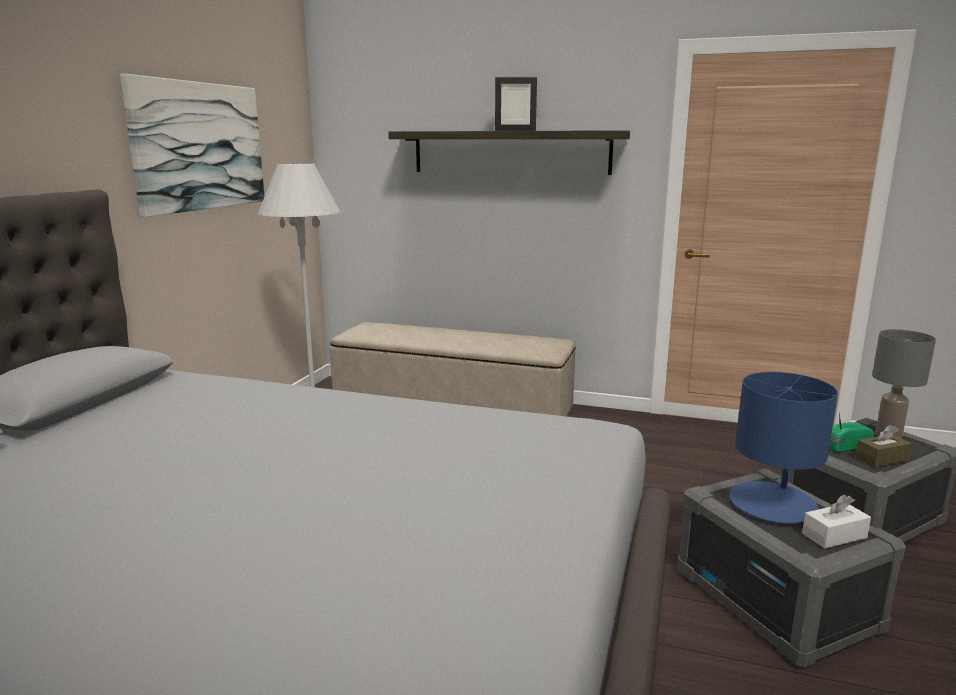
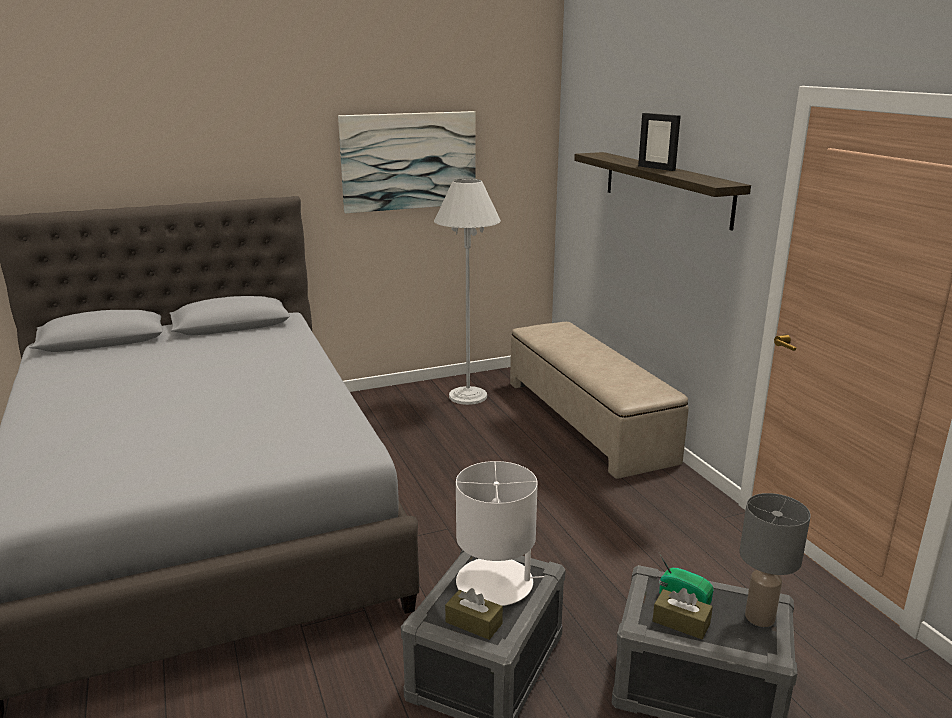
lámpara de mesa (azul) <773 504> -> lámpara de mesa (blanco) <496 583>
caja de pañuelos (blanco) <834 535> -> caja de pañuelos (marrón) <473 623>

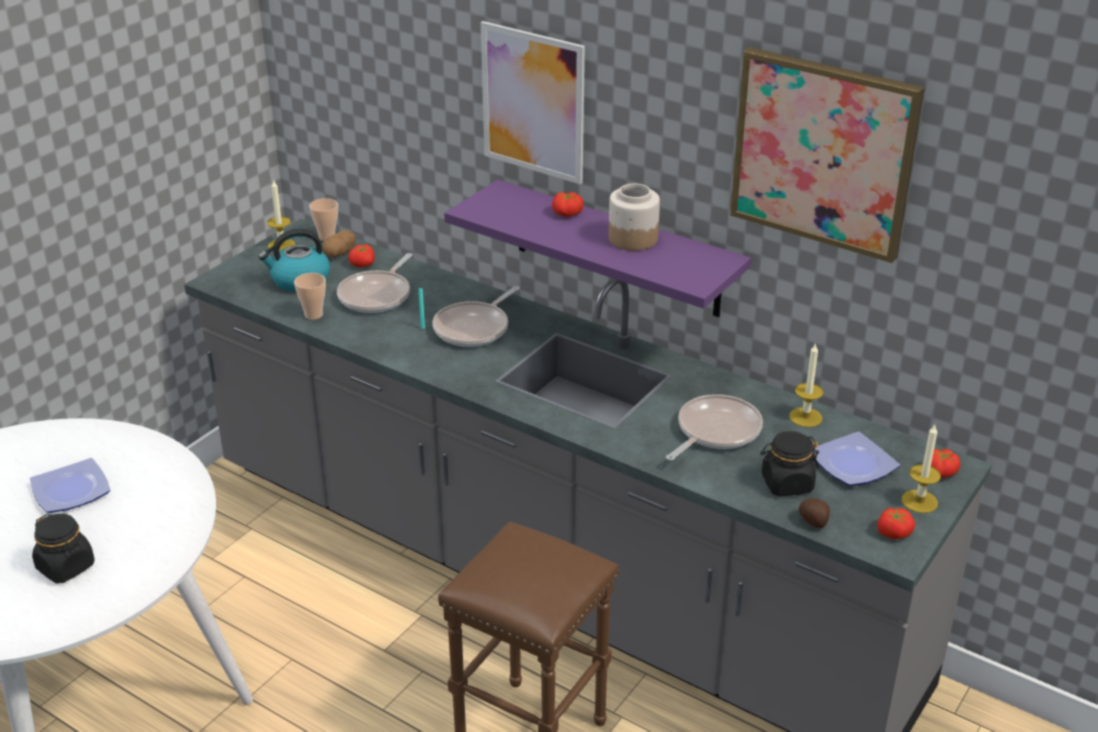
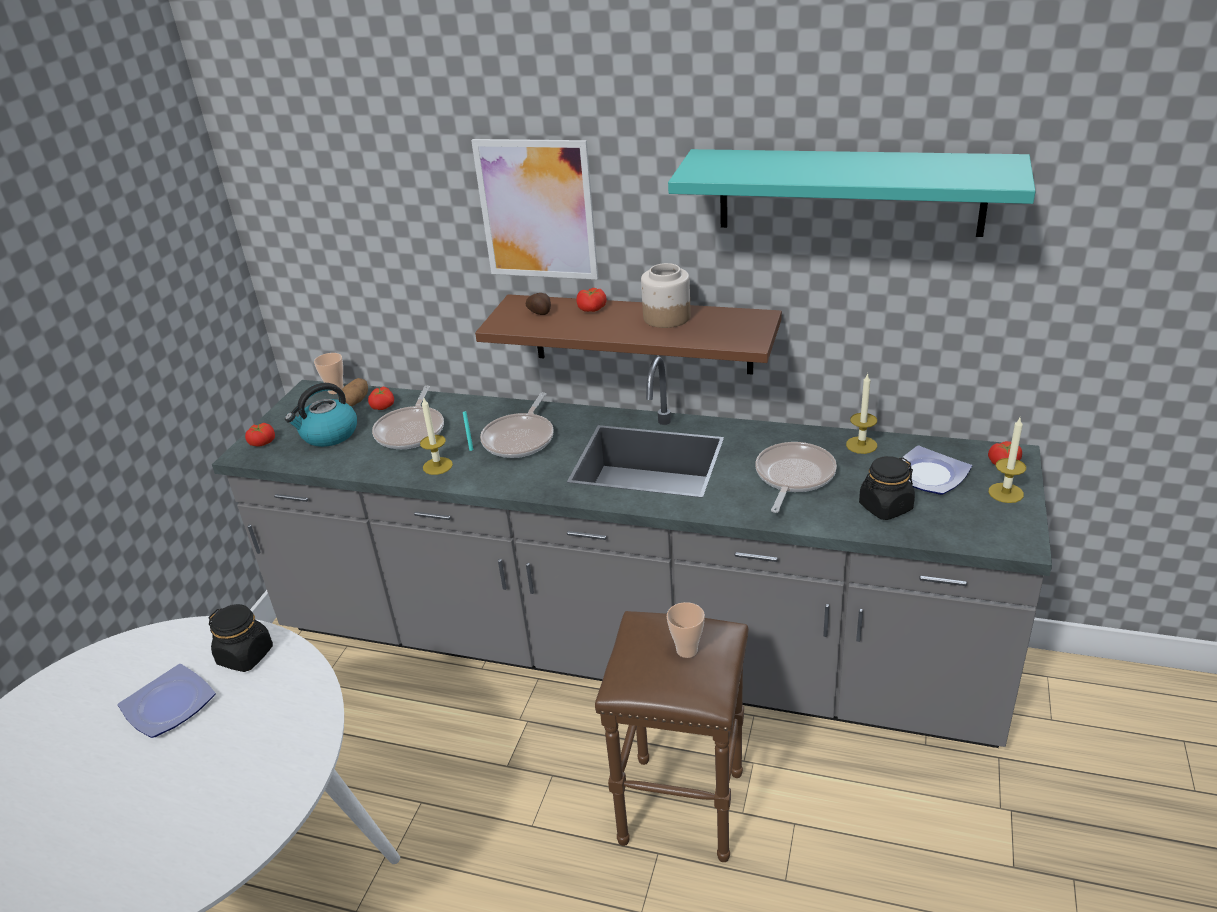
tarro (negro) <66 567> -> tarro (negro) <246 655>, moved
vela <281 245> -> vela <437 466>, moved
taza <313 315> -> taza <687 650>, moved
patata <814 522> -> patata <540 313>, moved
tomate <893 532> -> tomate <262 442>, moved
cuadro <823 153> -> estante (turquesa) <849 192>
estante (morado) <617 249> -> estante (marrón) <641 333>

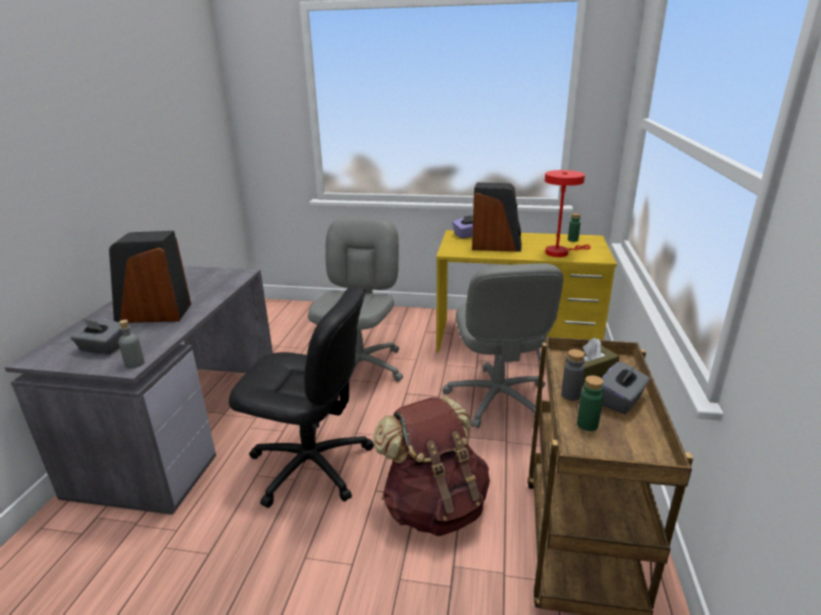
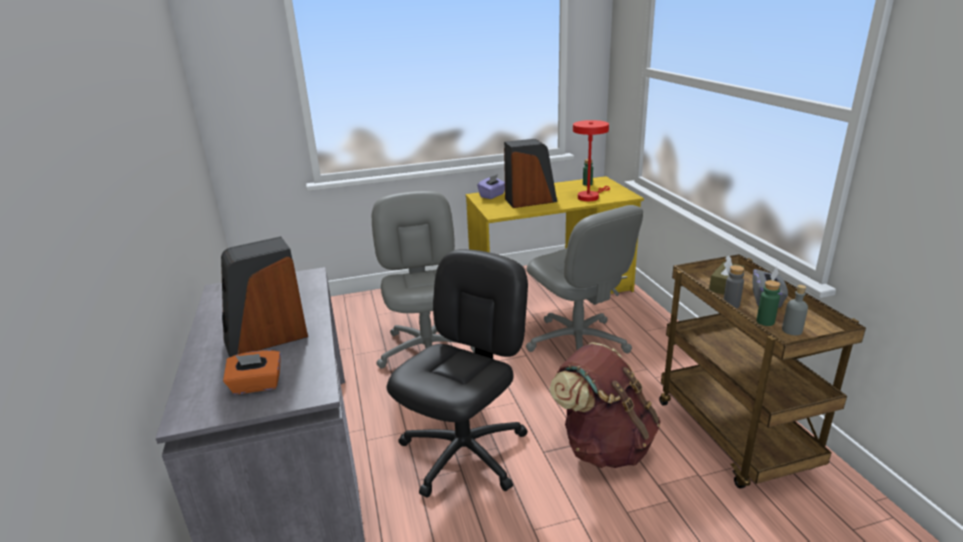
botella (gris) <135 364> -> botella (gris) <792 330>, moved
caja de pañuelos (gris) <102 348> -> caja de pañuelos (naranja) <257 385>
silla de oficina (negro) <311 465> -> silla de oficina (negro) <464 452>, 45 degrees counterclockwise

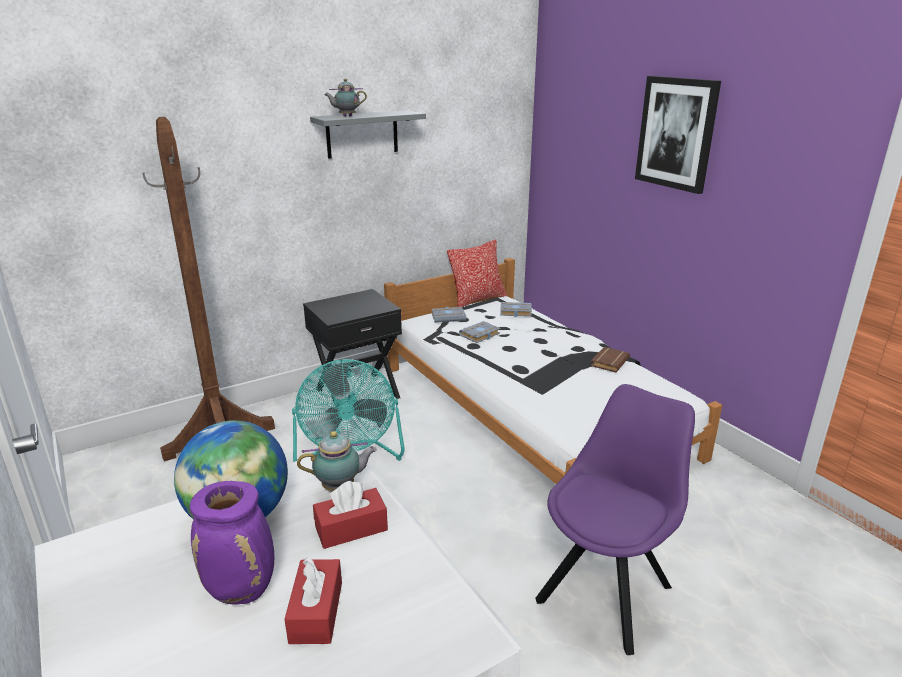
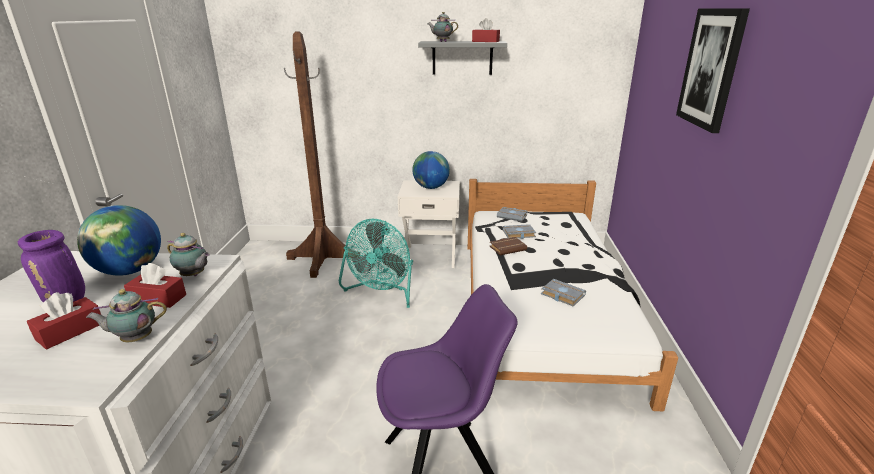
cojín <477 299> -> none
none -> tetera <135 339>
none -> globo terráqueo <431 187>
none -> caja de pañuelos (rojo) <485 41>
libro (gris) <515 312> -> libro (gris) <561 295>, moved
libro (marrón) <609 362> -> libro (marrón) <508 248>, moved
mesita de noche (negro) <357 393> -> mesita de noche (blanco) <430 255>

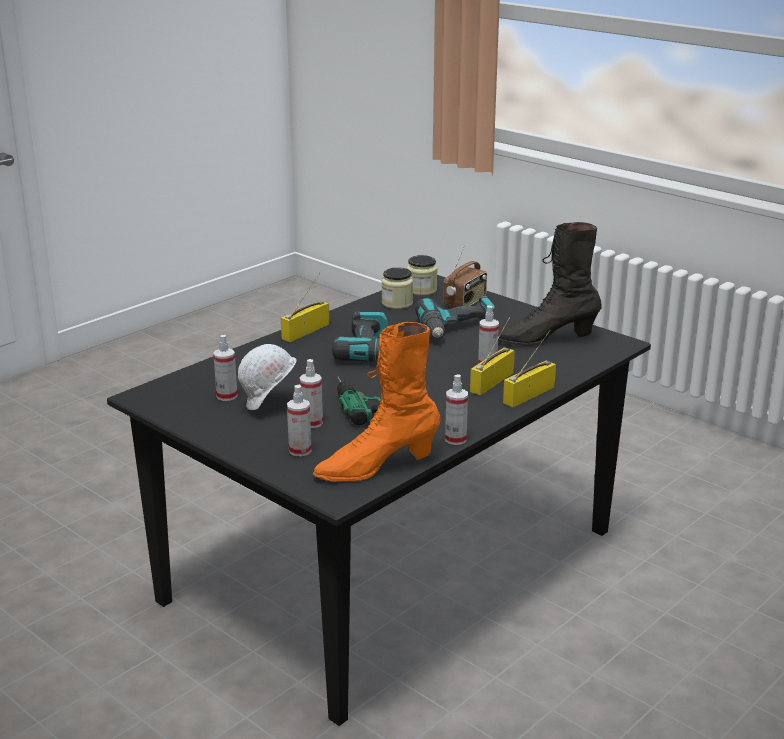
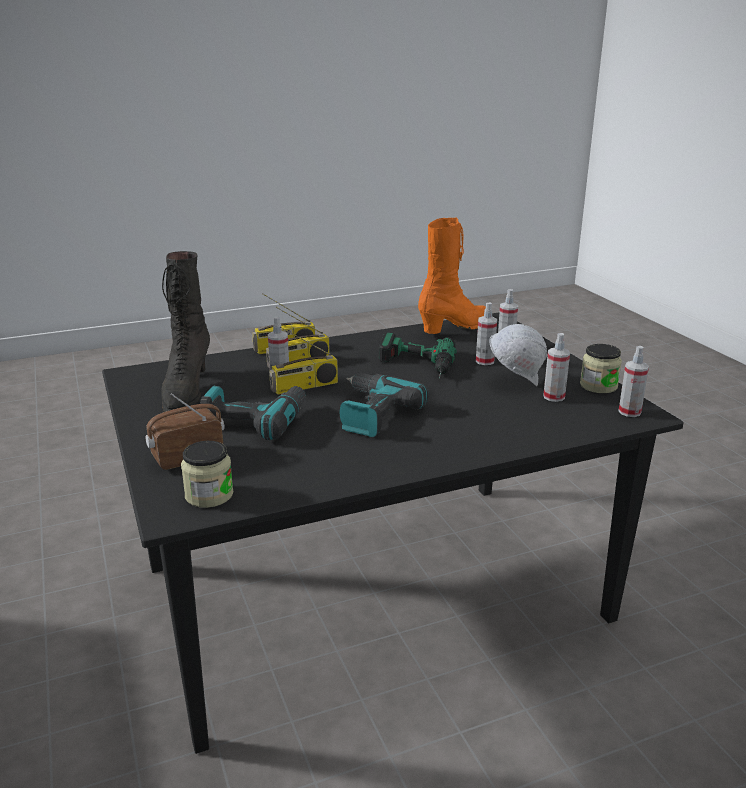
radio <306 331> -> radio <304 387>, moved
tarro <397 303> -> tarro <598 386>, moved
pulverizador <455 439> -> pulverizador <629 412>, moved
bota (naranja) <376 467> -> bota (naranja) <456 328>, 45 degrees counterclockwise
bota (negro) <545 339> -> bota (negro) <186 391>, 75 degrees clockwise

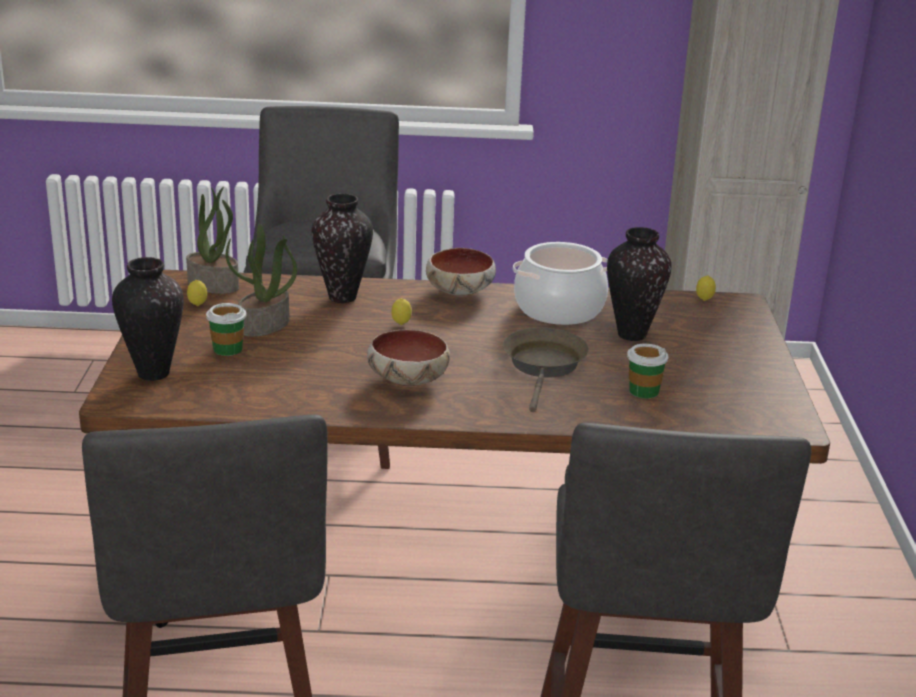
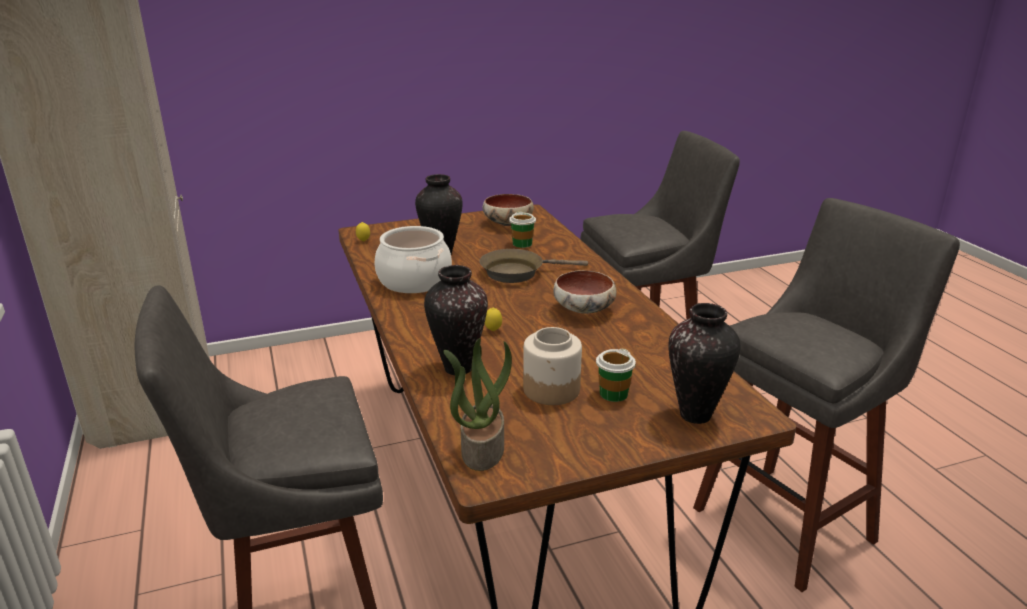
limón <197 306> -> none
cuenco <459 291> -> cuenco <507 223>, moved
planta en maceta <264 326> -> tarro <552 389>

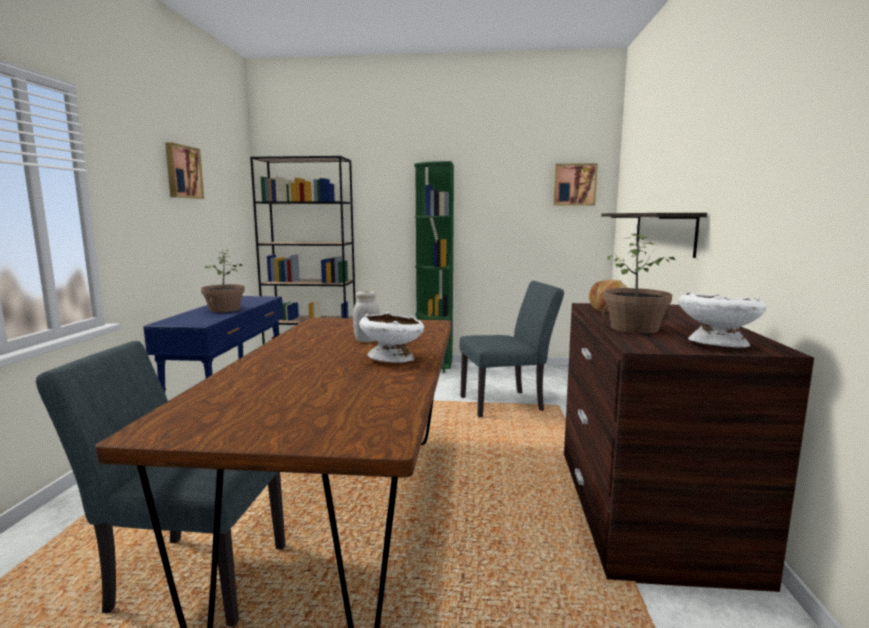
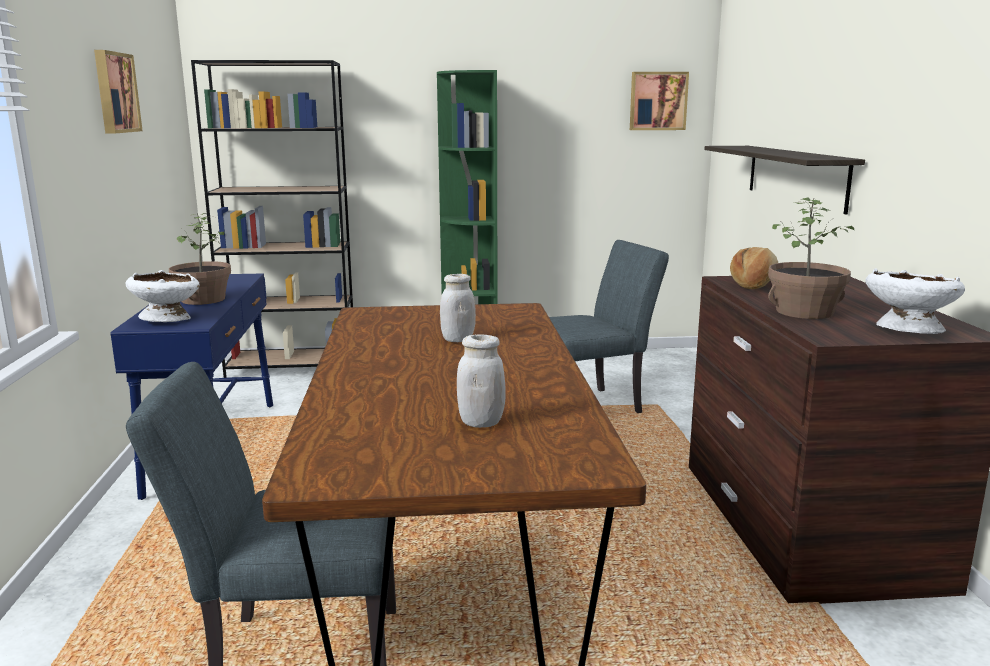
none -> tarro (blanco) <481 422>
cuenco (blanco) <392 359> -> cuenco (blanco) <167 319>, moved

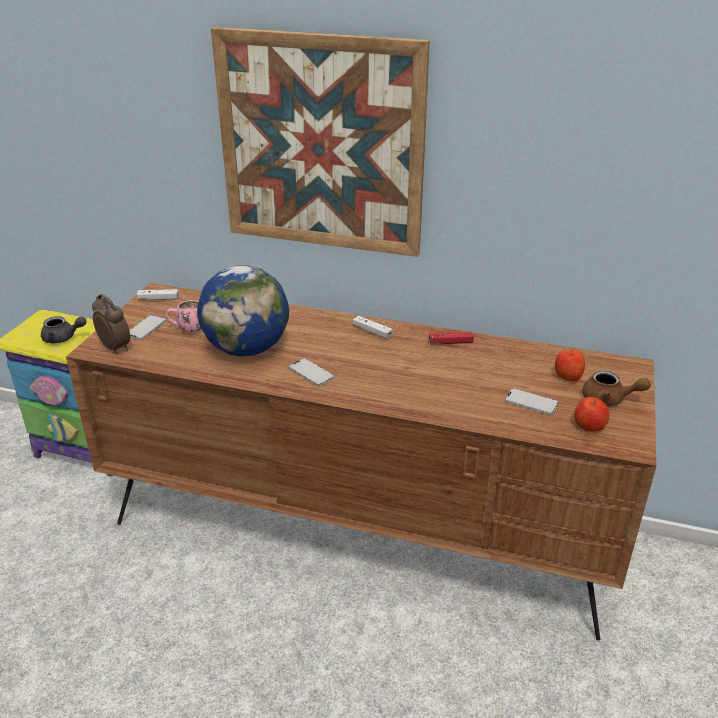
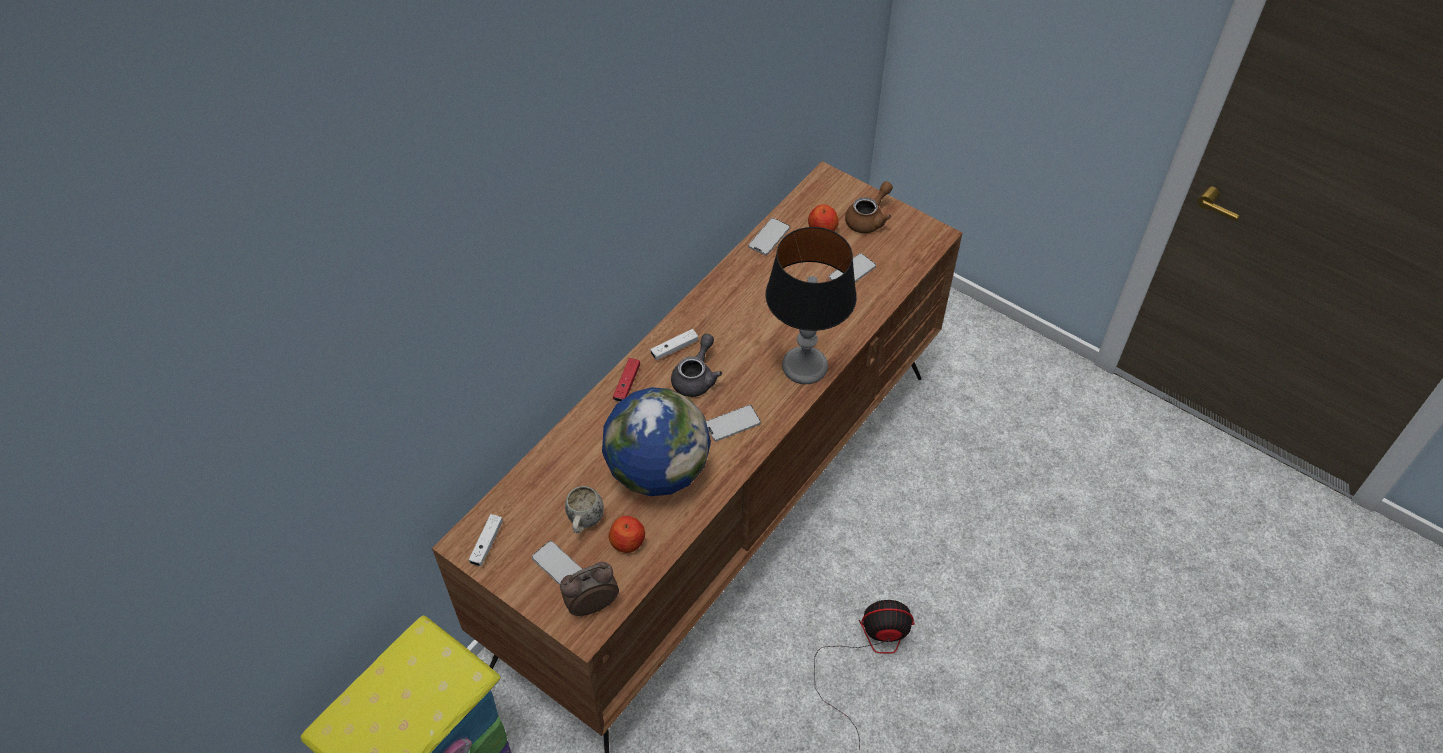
cuadro <321 144> -> none
none -> móvil <769 237>
none -> lámpara de mesa <804 366>
none -> ventilador <866 654>
tetera (gris) <63 338> -> tetera (gris) <696 377>, moved
mando de consola (rojo) <451 342> -> mando de consola (rojo) <627 384>, moved
manzana <589 426> -> manzana <628 541>, moved
taza grande (rosa) <187 329> -> taza grande (blanco) <584 522>

